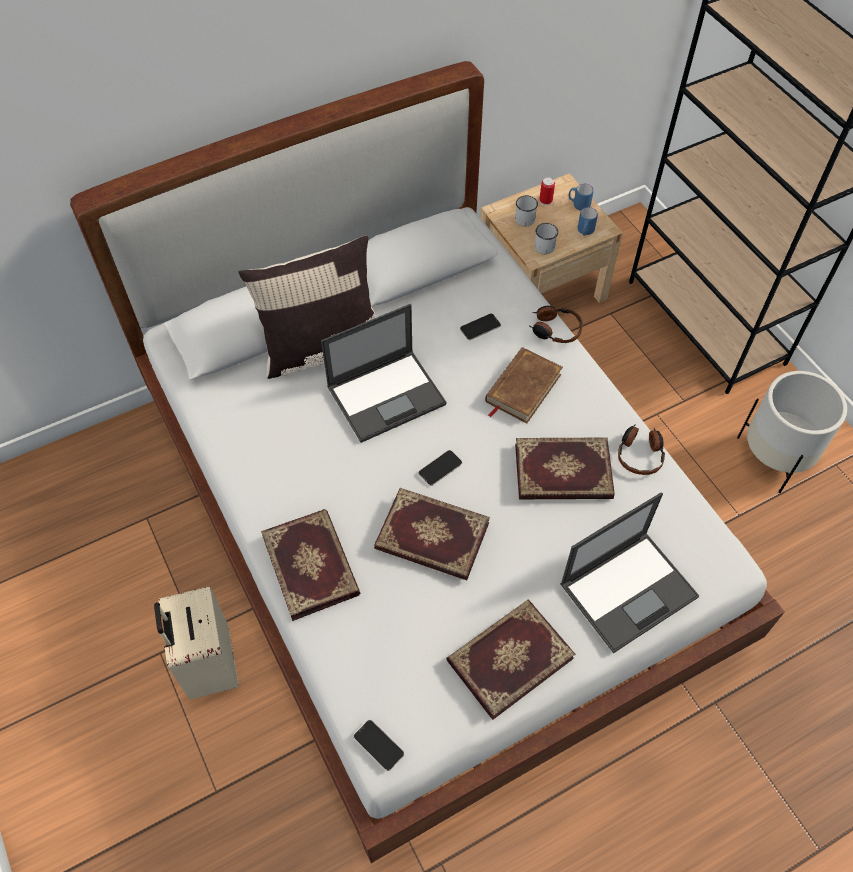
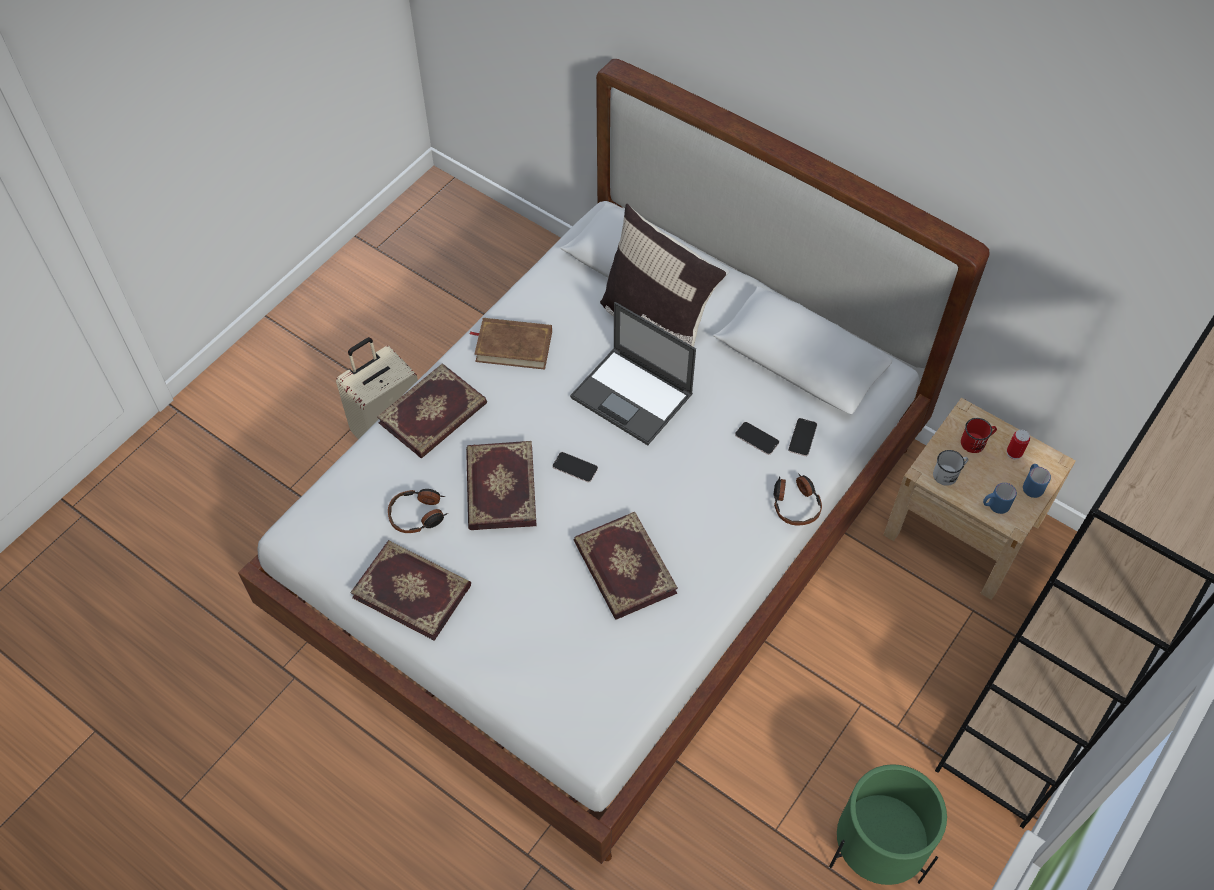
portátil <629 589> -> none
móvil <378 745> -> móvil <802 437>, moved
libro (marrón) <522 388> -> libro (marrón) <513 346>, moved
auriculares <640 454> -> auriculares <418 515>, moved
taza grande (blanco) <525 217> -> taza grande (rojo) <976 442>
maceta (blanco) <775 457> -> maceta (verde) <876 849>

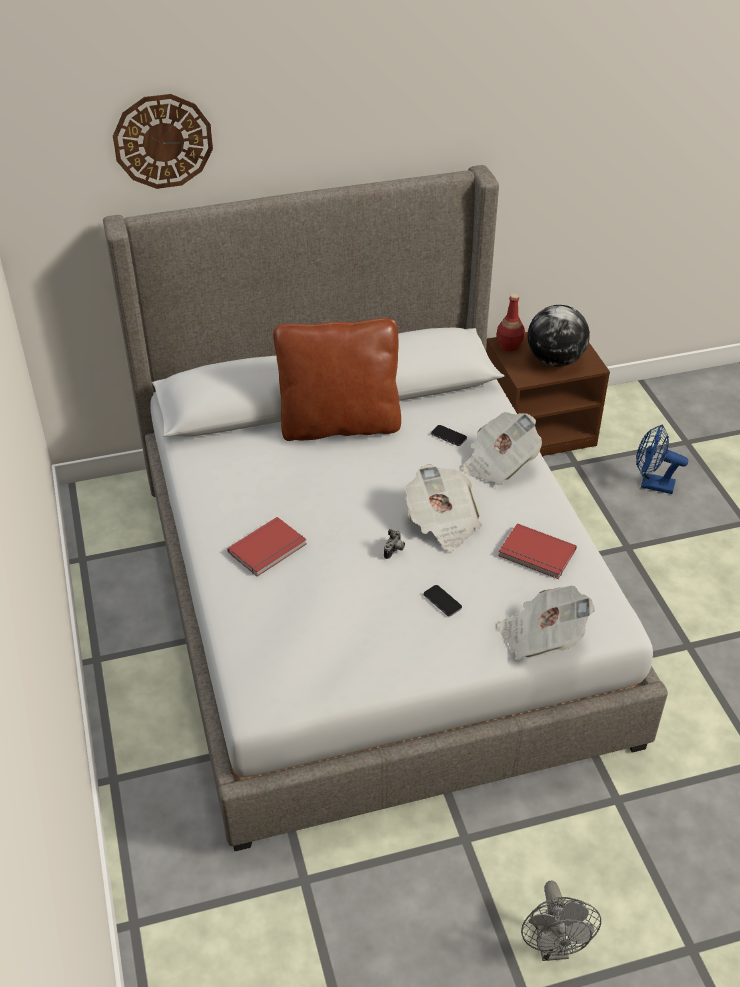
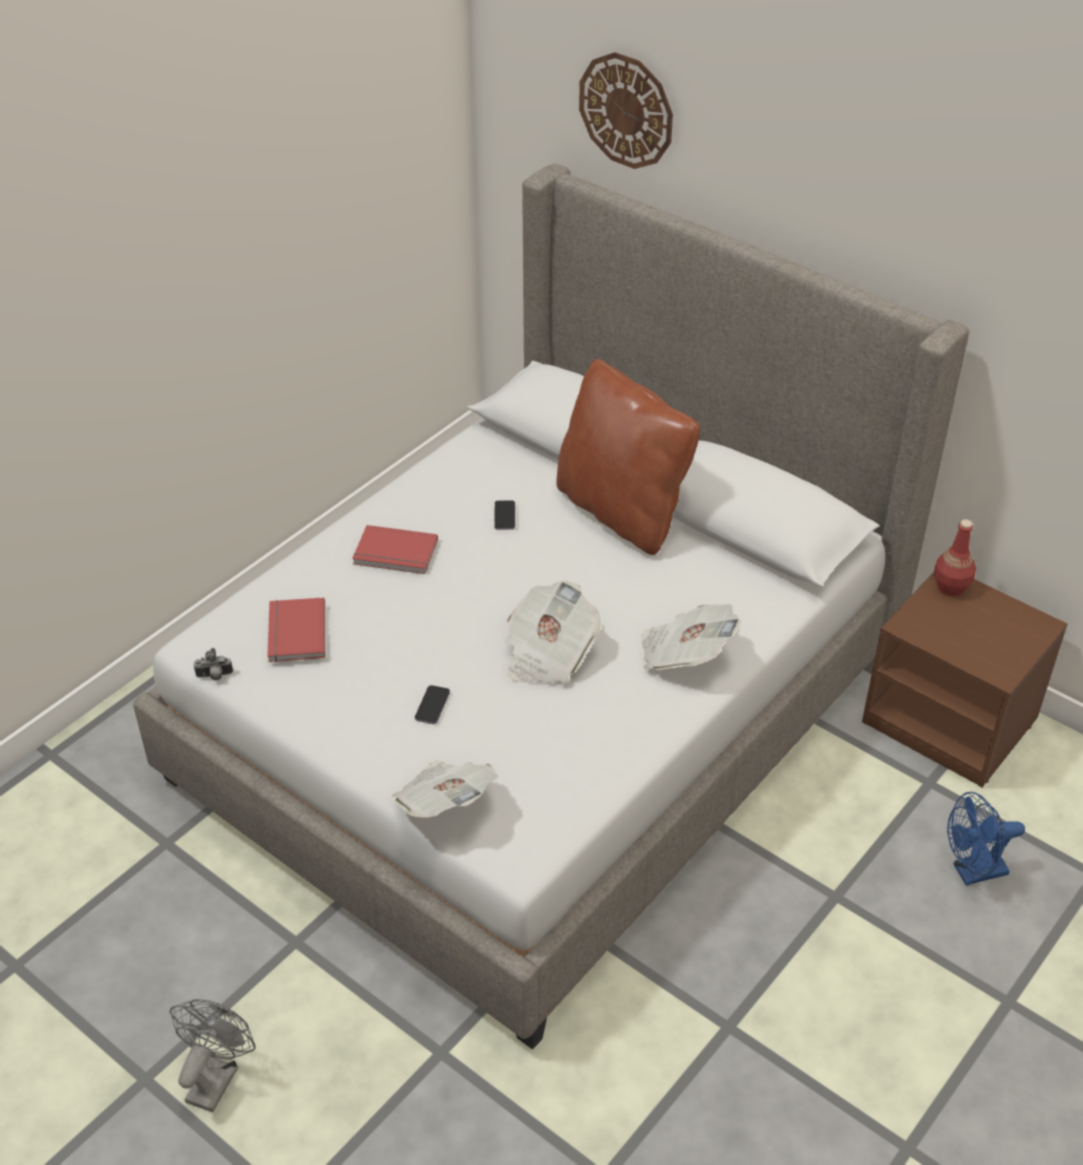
globo terráqueo <555 360> -> none
cámara <395 550> -> cámara <214 676>, moved
móvil <448 436> -> móvil <504 516>, moved
libro (rojo) <536 554> -> libro (rojo) <294 633>, moved
ventilador (gris) <553 947> -> ventilador (gris) <216 1077>, 150 degrees clockwise
ventilador (azul) <651 484> -> ventilador (azul) <973 872>, 90 degrees counterclockwise

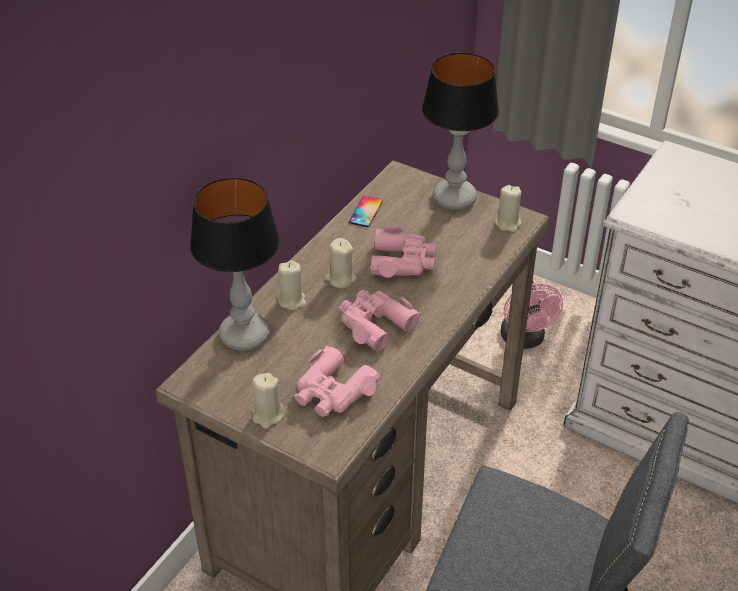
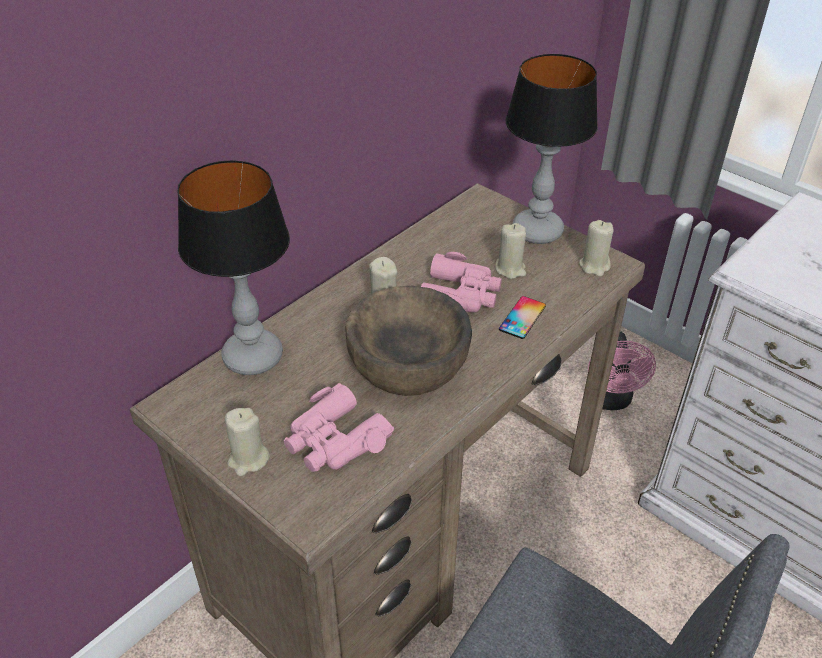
vela (beis) <292 300> -> vela (beis) <510 269>, moved
móvil <366 211> -> móvil <522 317>, moved
prismáticos (rosa) <374 324> -> cuenco (marrón) <408 363>

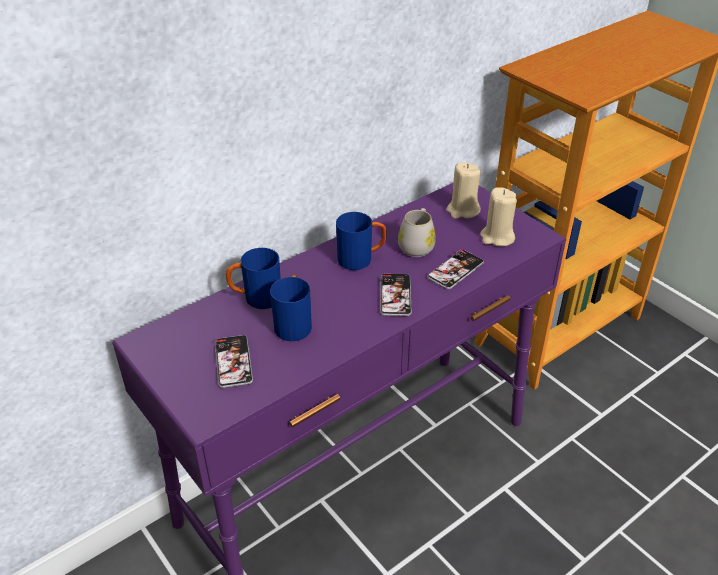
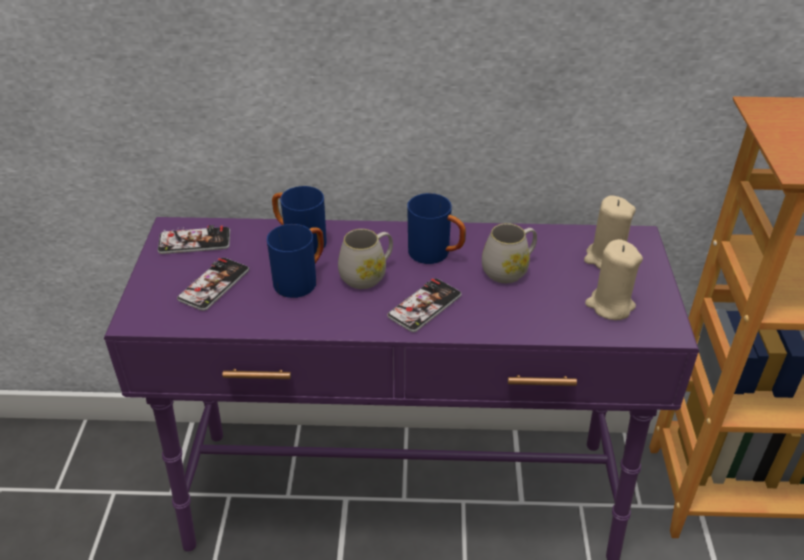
none -> taza grande (blanco) <367 275>
móvil <455 270> -> móvil <194 242>, moved

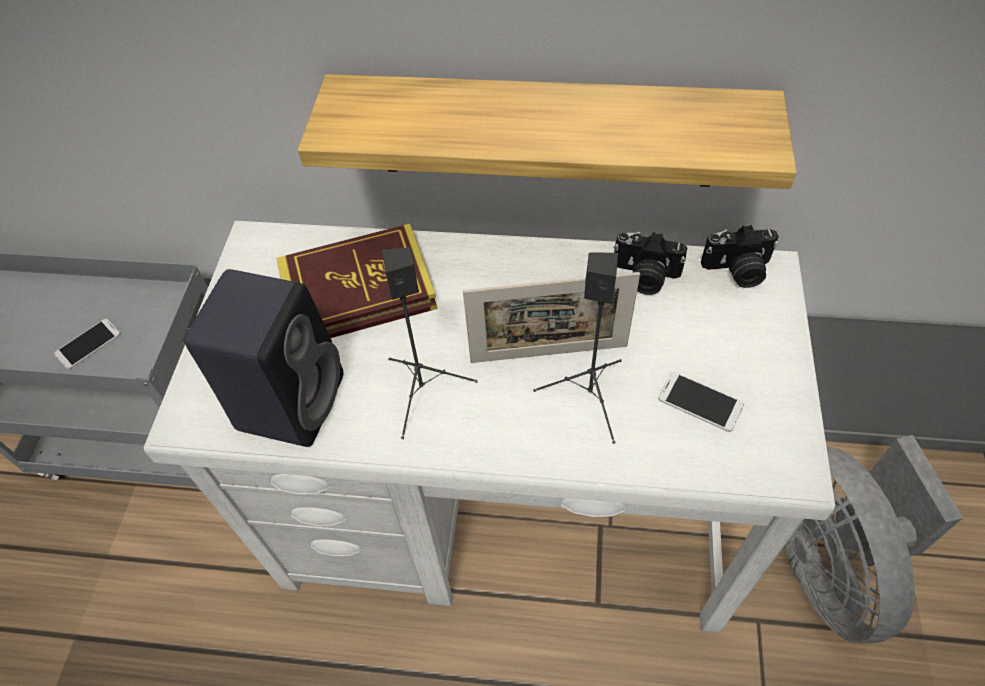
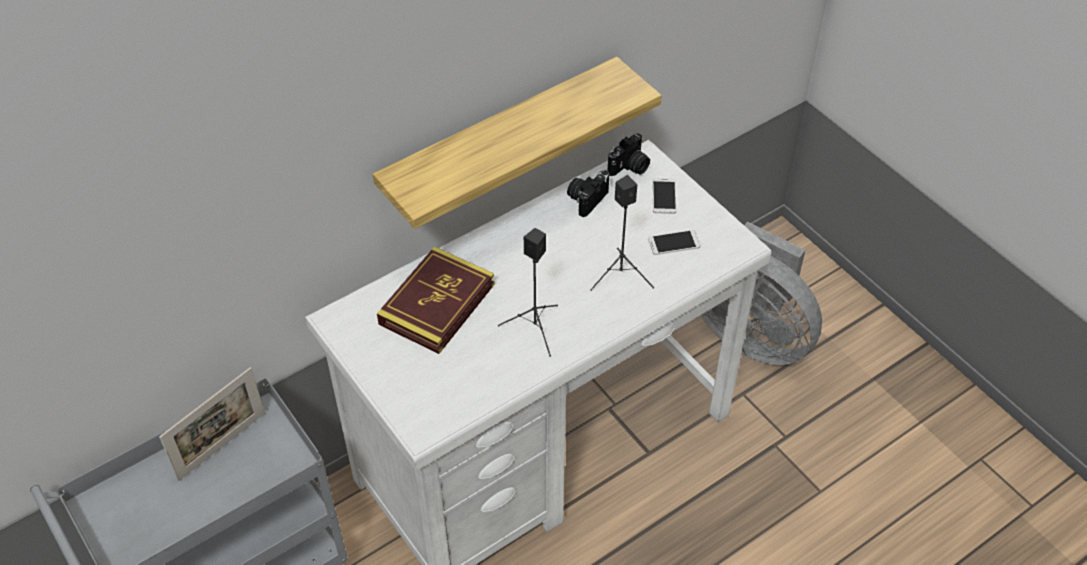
altavoz (negro) <292 398> -> none
móvil <88 344> -> móvil <664 196>, moved
portarretratos <549 353> -> portarretratos <222 446>, moved
cámara <644 277> -> cámara <586 199>, 150 degrees clockwise

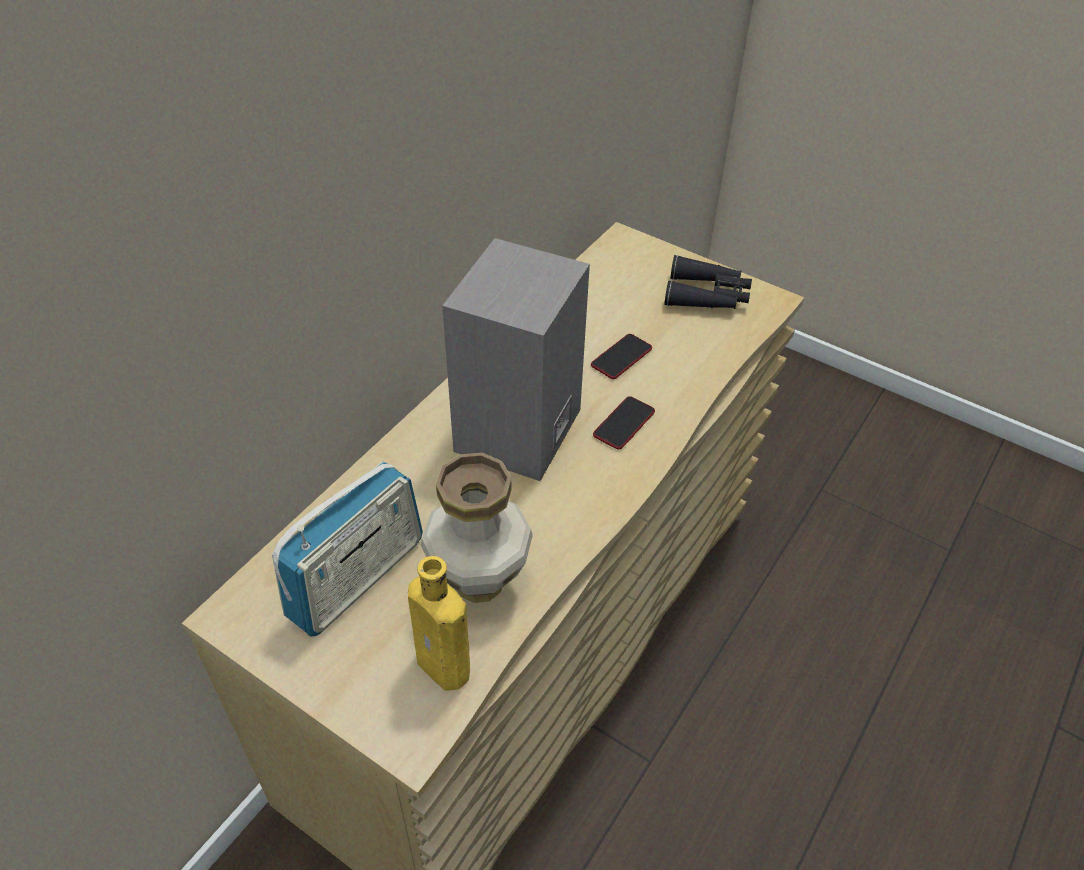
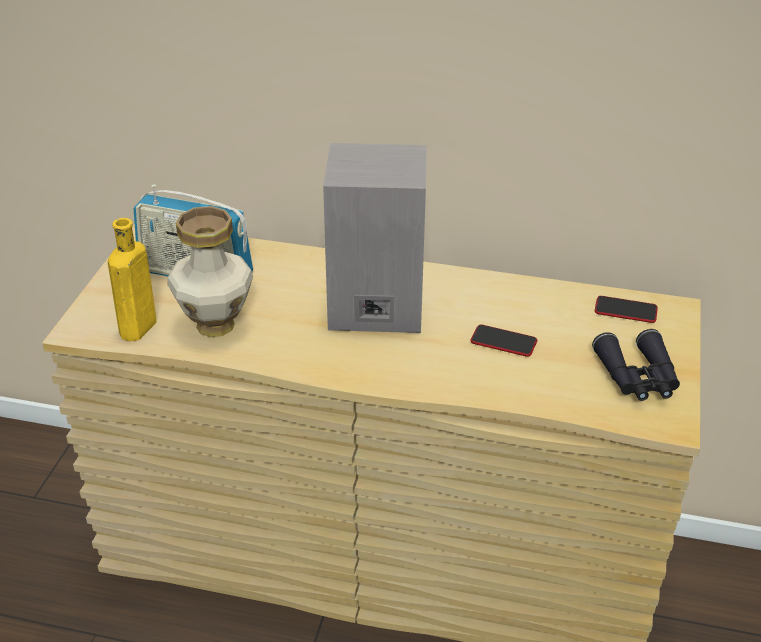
móvil <624 423> -> móvil <625 310>, moved

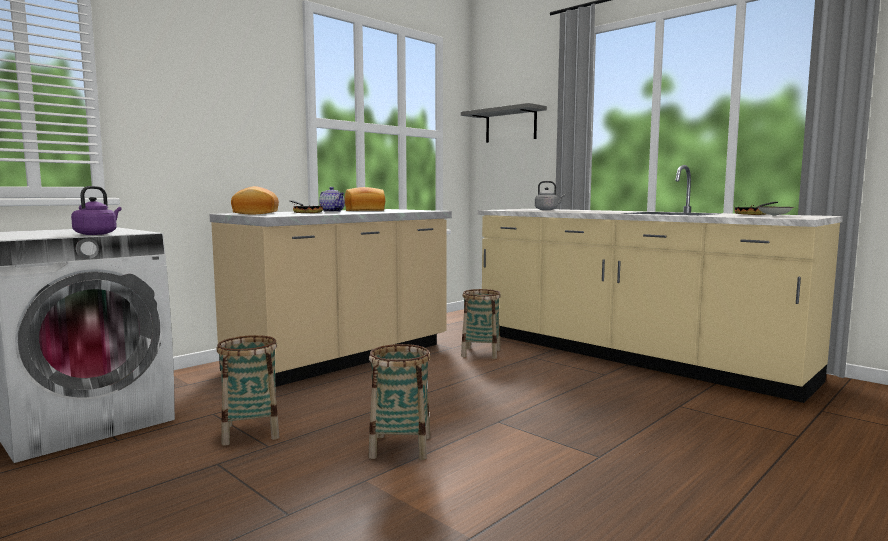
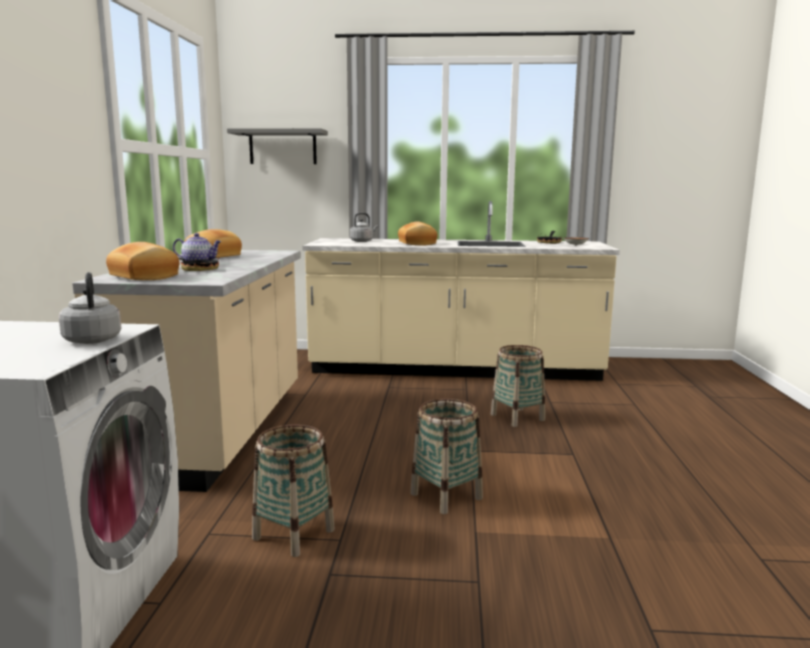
none -> pan <416 243>
cesta <481 353> -> cesta <517 417>, moved
hervidor (morado) <97 234> -> hervidor (gris) <92 339>

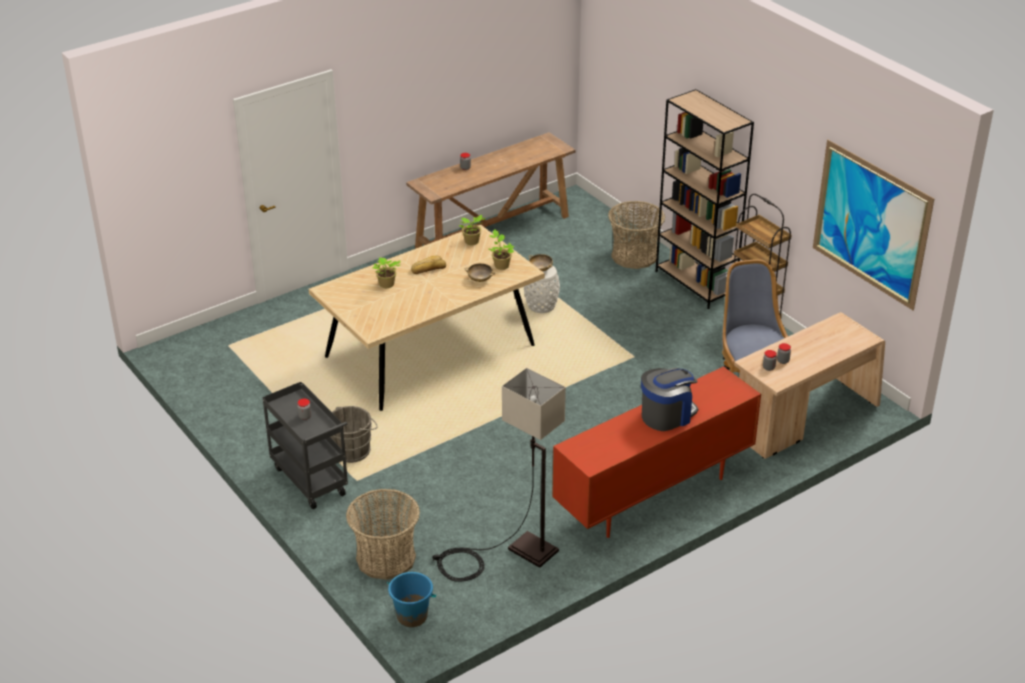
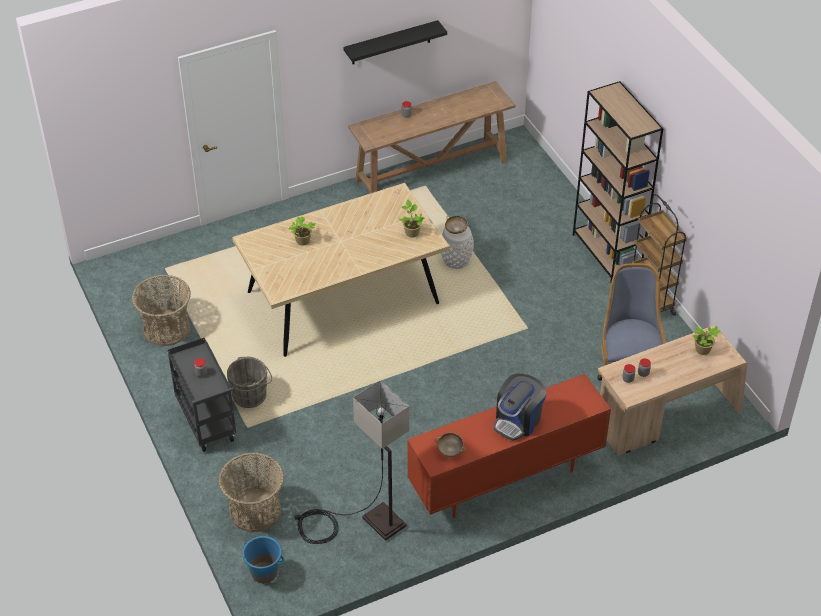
pan <428 268> -> none
cuadro <870 224> -> none
none -> estante (negro) <391 43>
planta en maceta <472 242> -> planta en maceta <703 351>, moved
cuenco (beis) <480 279> -> cuenco (beis) <450 451>, moved
cesta <634 256> -> cesta <166 329>, moved
cafetera <667 415> -> cafetera <518 420>, 150 degrees clockwise

